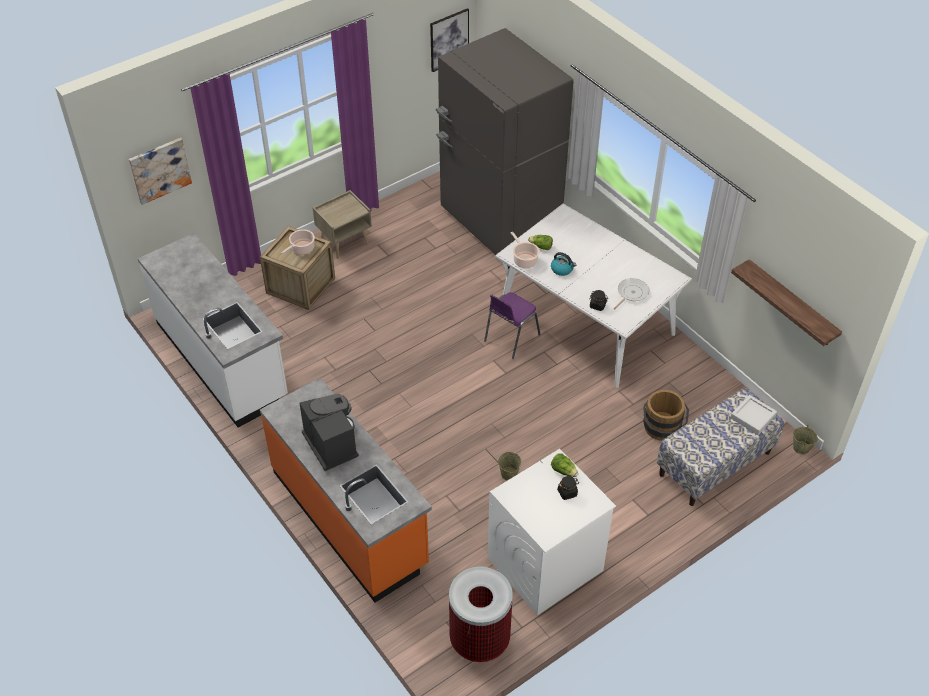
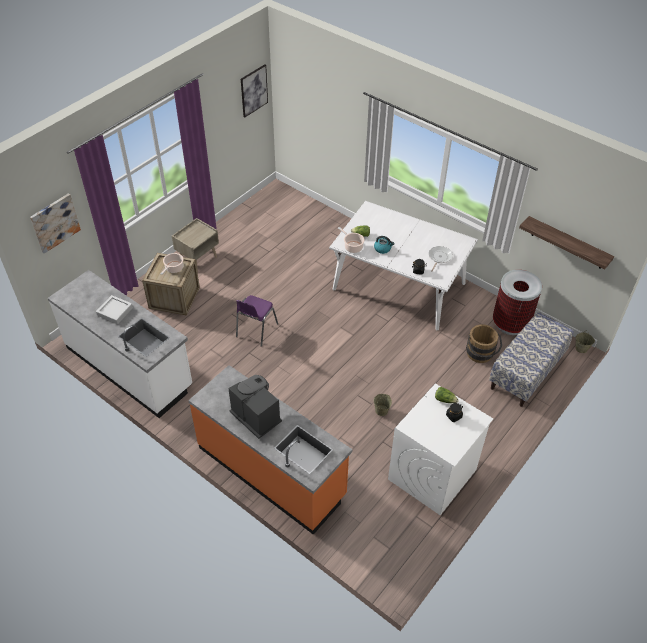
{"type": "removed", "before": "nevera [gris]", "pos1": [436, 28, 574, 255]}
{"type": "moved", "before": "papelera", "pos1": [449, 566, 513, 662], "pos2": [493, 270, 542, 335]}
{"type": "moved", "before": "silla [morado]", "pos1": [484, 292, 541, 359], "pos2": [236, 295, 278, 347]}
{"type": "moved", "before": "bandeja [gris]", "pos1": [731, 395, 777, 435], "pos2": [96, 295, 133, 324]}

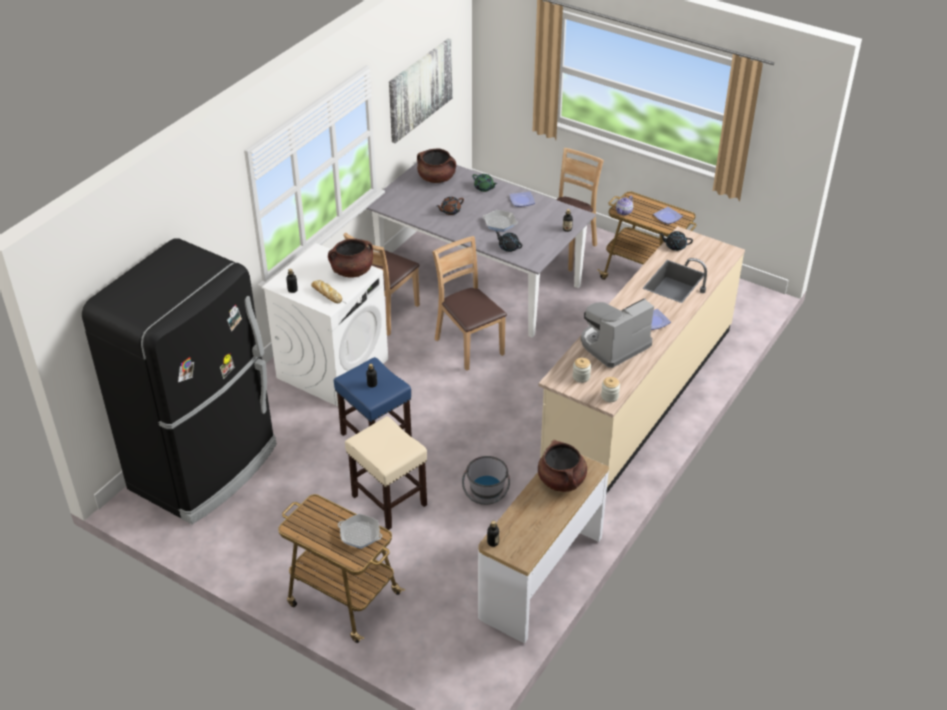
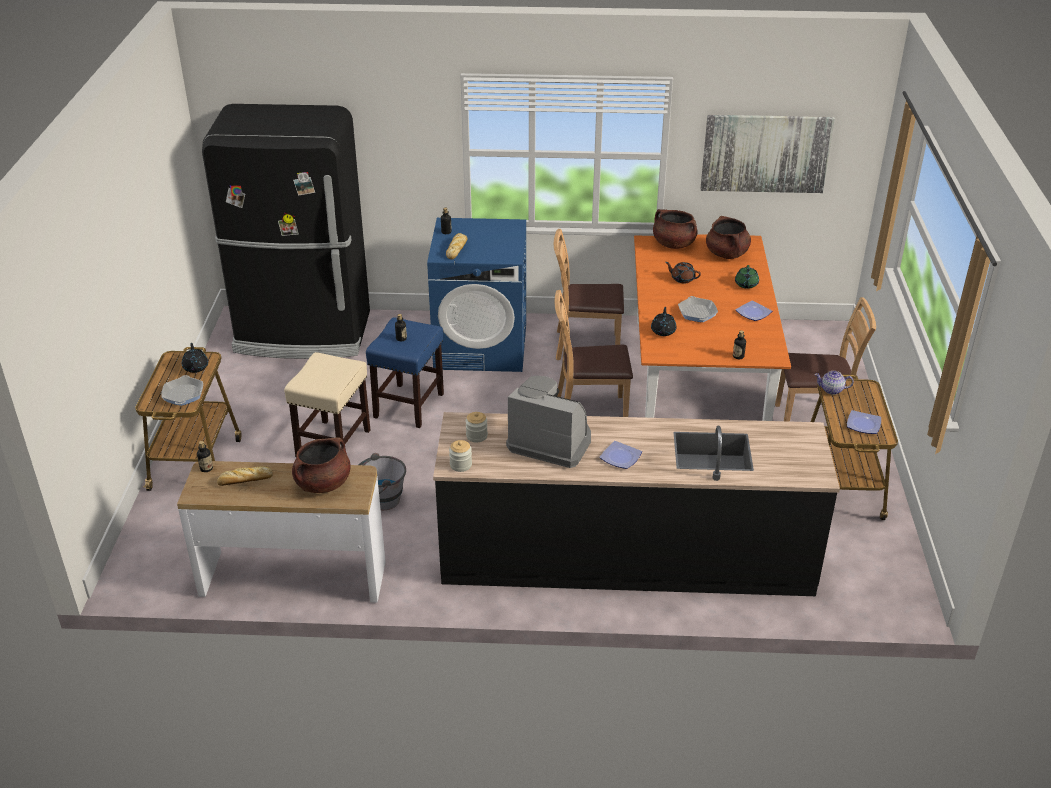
{"type": "recoloured", "before": "lavadora [blanco]", "after": "lavadora [azul]", "pos1": [262, 243, 388, 406], "pos2": [427, 218, 526, 372]}
{"type": "moved", "before": "olla [marrón]", "pos1": [328, 238, 373, 278], "pos2": [653, 209, 698, 249]}
{"type": "recoloured", "before": "mesa de comedor [gris]", "after": "mesa de comedor [naranja]", "pos1": [366, 163, 596, 338], "pos2": [634, 234, 791, 421]}
{"type": "turned", "before": "silla [marrón]", "pos1": [432, 236, 507, 371], "pos2": [555, 290, 633, 417], "turn": -120}
{"type": "recoloured", "before": "mueble bajo de cocina [beis]", "after": "mueble bajo de cocina [negro]", "pos1": [538, 226, 745, 494], "pos2": [433, 412, 840, 596]}
{"type": "moved", "before": "tetera [negro]", "pos1": [659, 231, 693, 251], "pos2": [182, 343, 208, 373]}
{"type": "added", "after": "pan", "pos2": [217, 466, 273, 486]}

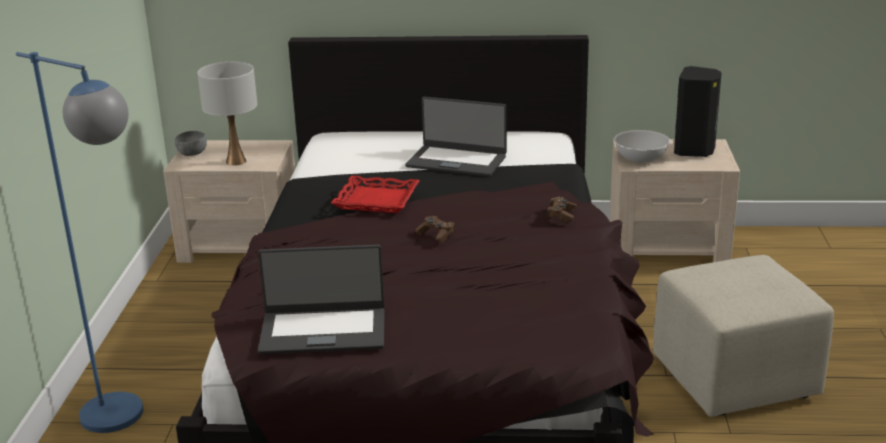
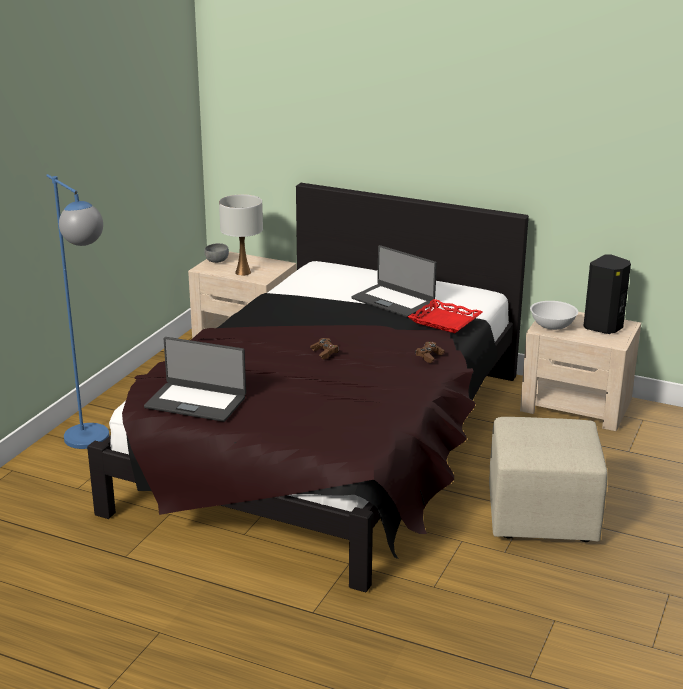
{"type": "moved", "before": "bandeja [rojo]", "pos1": [331, 175, 420, 213], "pos2": [408, 299, 483, 333]}

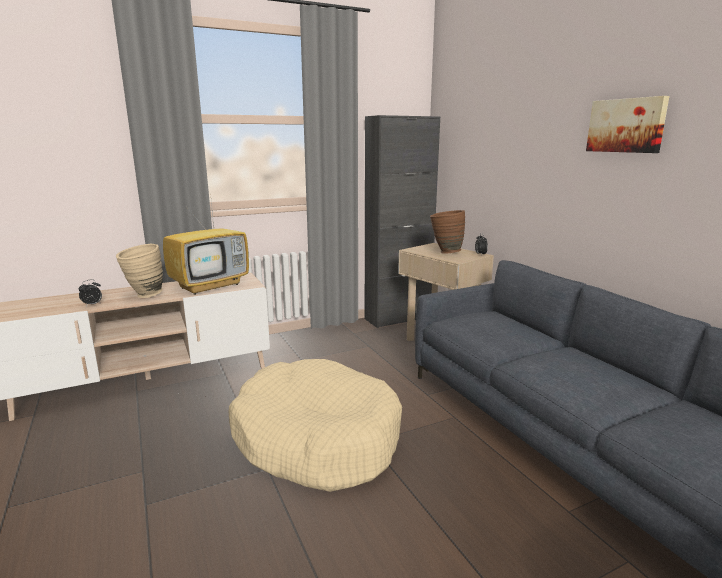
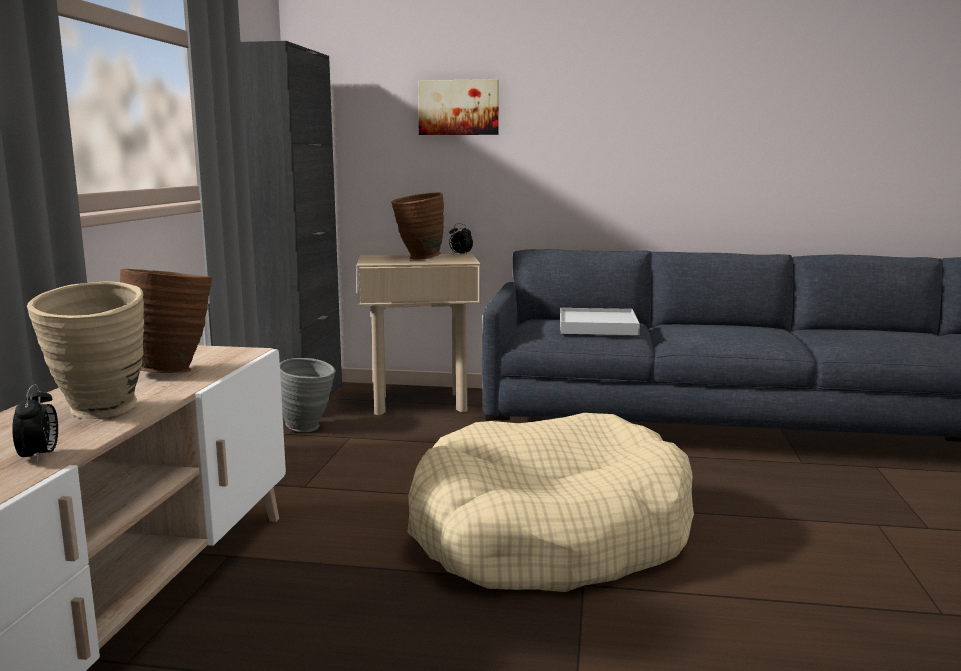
{"type": "replaced", "before": "televisor", "after": "florero [marrón]", "pos1": [163, 193, 249, 295], "pos2": [120, 269, 212, 373]}
{"type": "moved", "before": "cuadro", "pos1": [586, 96, 670, 153], "pos2": [418, 79, 499, 135]}
{"type": "added", "after": "florero [gris]", "pos2": [280, 358, 336, 432]}
{"type": "added", "after": "bandeja [blanco]", "pos2": [560, 308, 640, 335]}

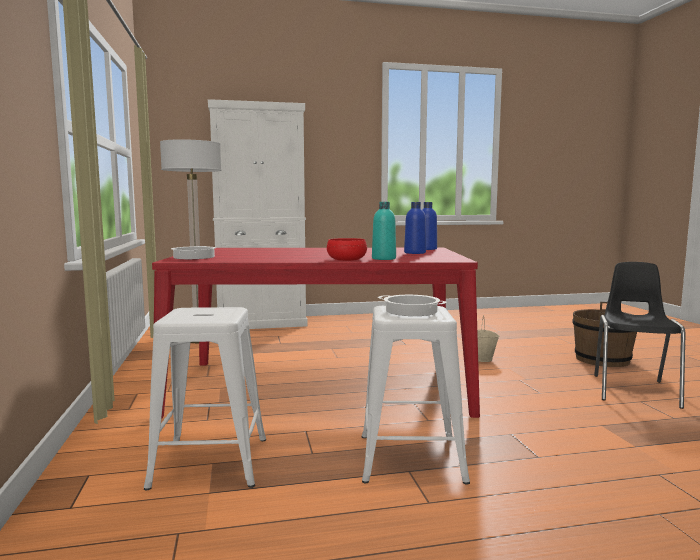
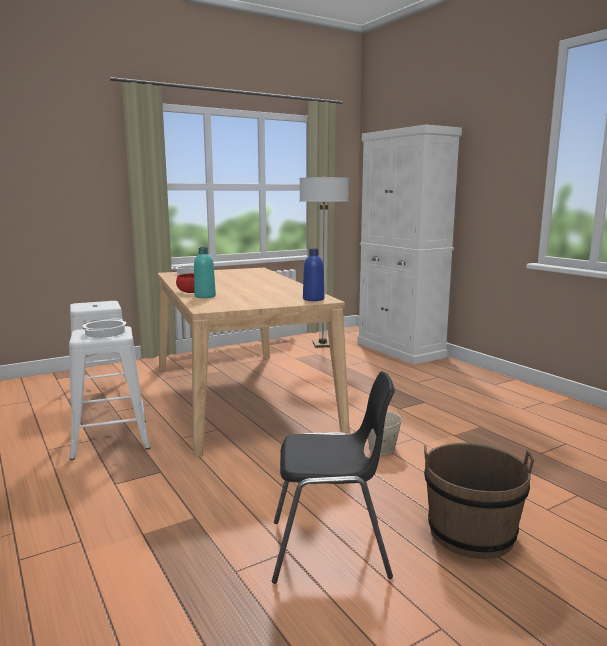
{"type": "recoloured", "before": "mesa de comedor [rojo]", "after": "mesa de comedor [beis]", "pos1": [152, 248, 480, 419], "pos2": [158, 268, 350, 457]}
{"type": "removed", "before": "botella [azul]", "pos1": [404, 202, 426, 254]}

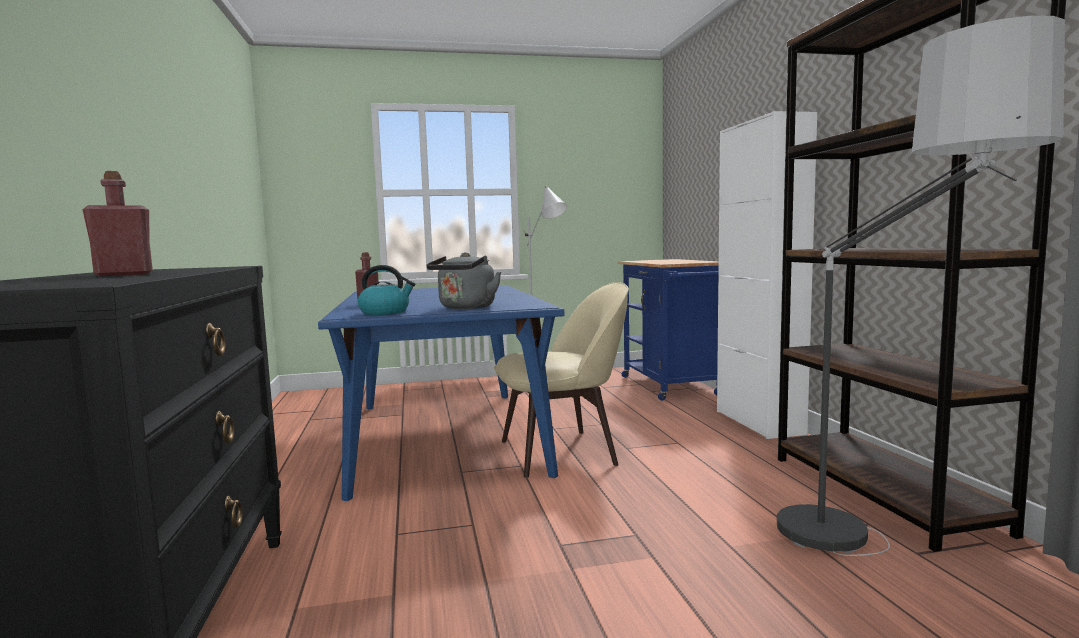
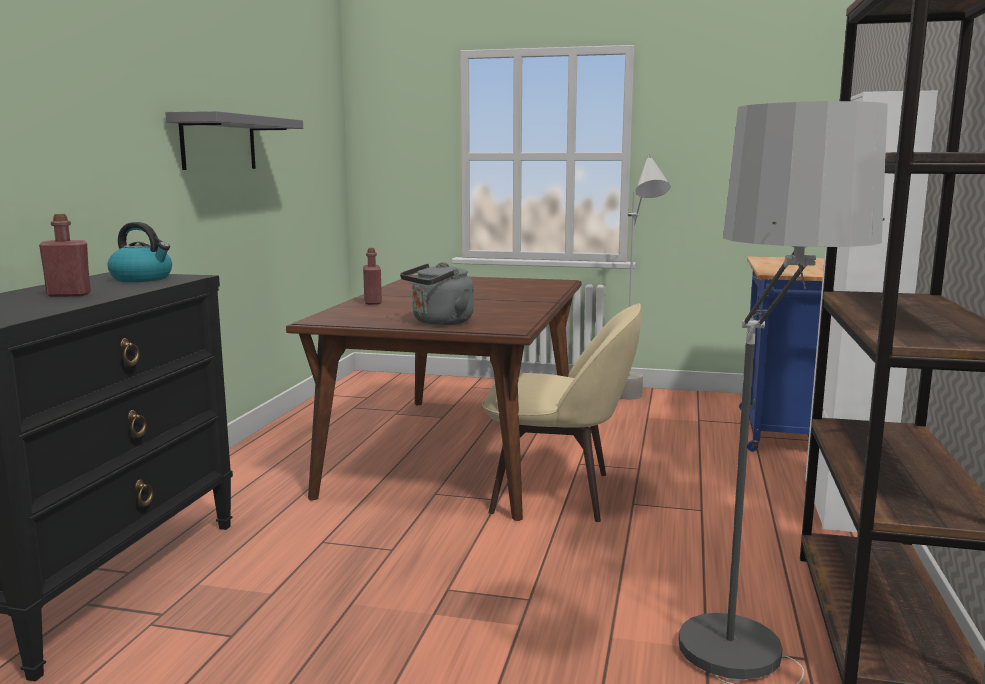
{"type": "recoloured", "before": "mesa de comedor [azul]", "after": "mesa de comedor [marrón]", "pos1": [318, 285, 564, 501], "pos2": [286, 275, 582, 521]}
{"type": "moved", "before": "hervidor", "pos1": [358, 265, 415, 315], "pos2": [108, 222, 172, 282]}
{"type": "added", "after": "estante [gris]", "pos2": [165, 111, 303, 170]}

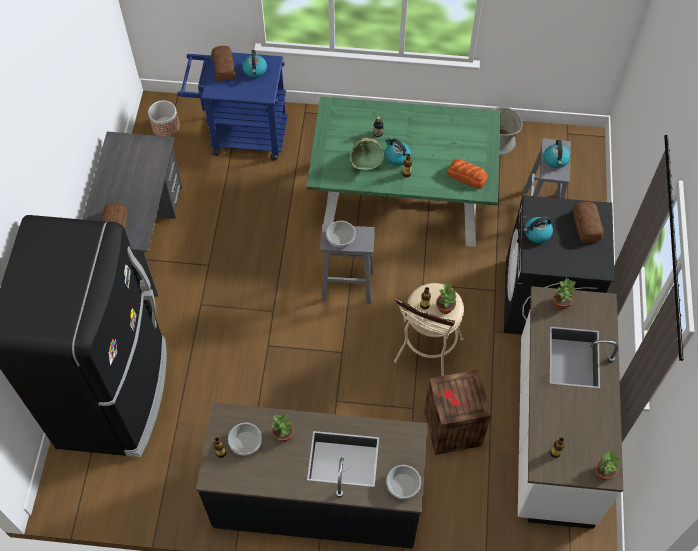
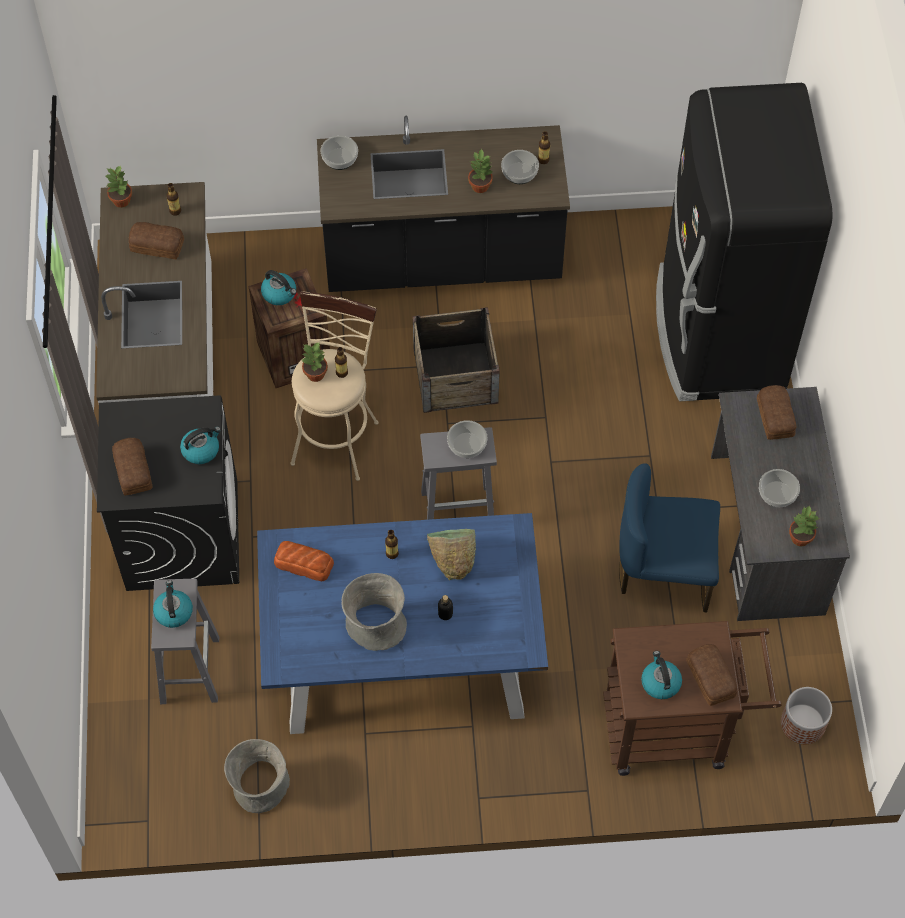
{"type": "recoloured", "before": "carrito [azul]", "after": "carrito [marrón]", "pos1": [177, 52, 288, 161], "pos2": [603, 621, 782, 776]}
{"type": "recoloured", "before": "mesa de comedor [verde]", "after": "mesa de comedor [azul]", "pos1": [307, 96, 501, 247], "pos2": [257, 513, 548, 734]}
{"type": "moved", "before": "hervidor", "pos1": [385, 138, 411, 166], "pos2": [261, 270, 297, 305]}
{"type": "moved", "before": "planta en maceta", "pos1": [553, 278, 575, 309], "pos2": [789, 505, 819, 546]}
{"type": "added", "after": "pan", "pos2": [129, 222, 184, 259]}
{"type": "added", "after": "florero [gris]", "pos2": [342, 573, 407, 651]}
{"type": "added", "after": "caja de embalaje", "pos2": [413, 307, 500, 413]}
{"type": "added", "after": "silla [azul]", "pos2": [619, 463, 720, 612]}
{"type": "added", "after": "cuenco", "pos2": [759, 469, 800, 507]}

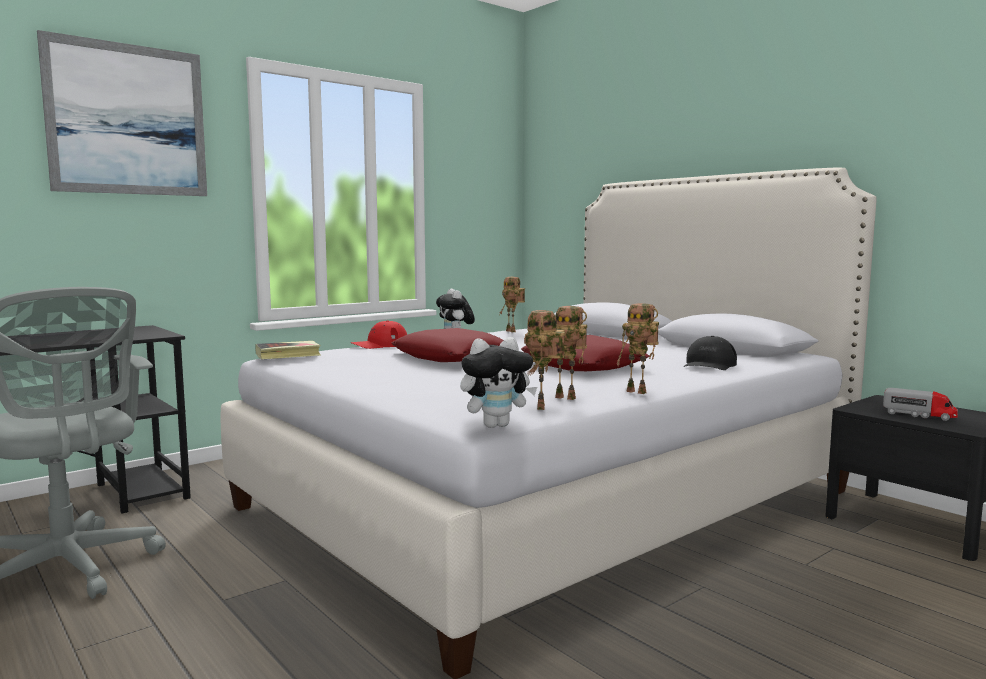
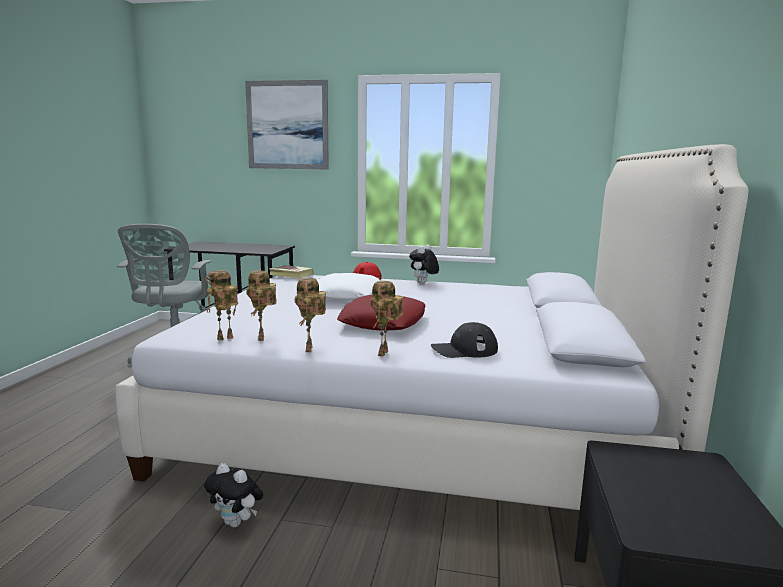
{"type": "recoloured", "before": "cojín [rojo]", "after": "cojín [blanco]", "pos1": [392, 328, 503, 362], "pos2": [317, 273, 380, 301]}
{"type": "moved", "before": "peluche", "pos1": [460, 337, 537, 428], "pos2": [204, 463, 263, 528]}
{"type": "moved", "before": "robot de juguete", "pos1": [499, 277, 525, 332], "pos2": [371, 281, 403, 356]}
{"type": "removed", "before": "camión de juguete", "pos1": [883, 388, 958, 421]}

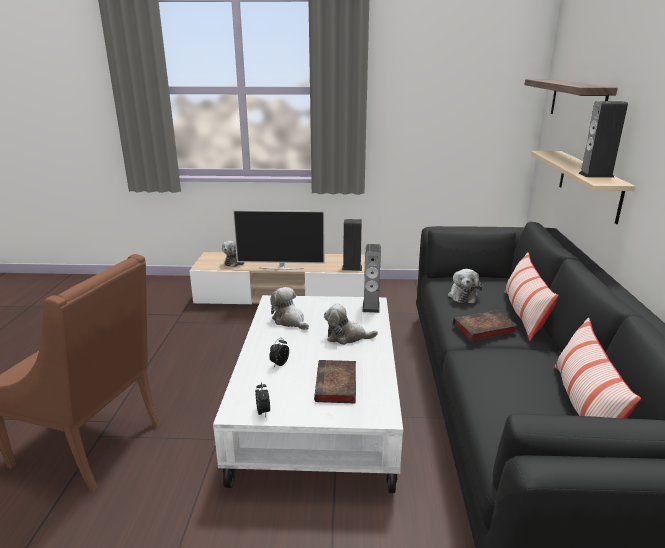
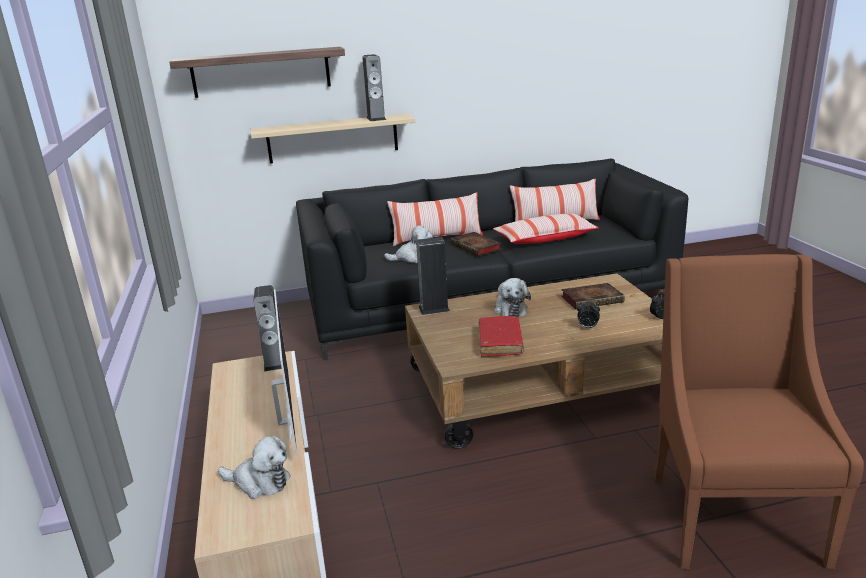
{"type": "recoloured", "before": "mesa de centro [blanco]", "after": "mesa de centro [marrón]", "pos1": [213, 295, 403, 493], "pos2": [405, 273, 663, 449]}
{"type": "replaced", "before": "peluche", "after": "libro [rojo]", "pos1": [270, 287, 309, 330], "pos2": [478, 316, 524, 357]}
{"type": "added", "after": "cojín", "pos2": [493, 214, 599, 244]}

